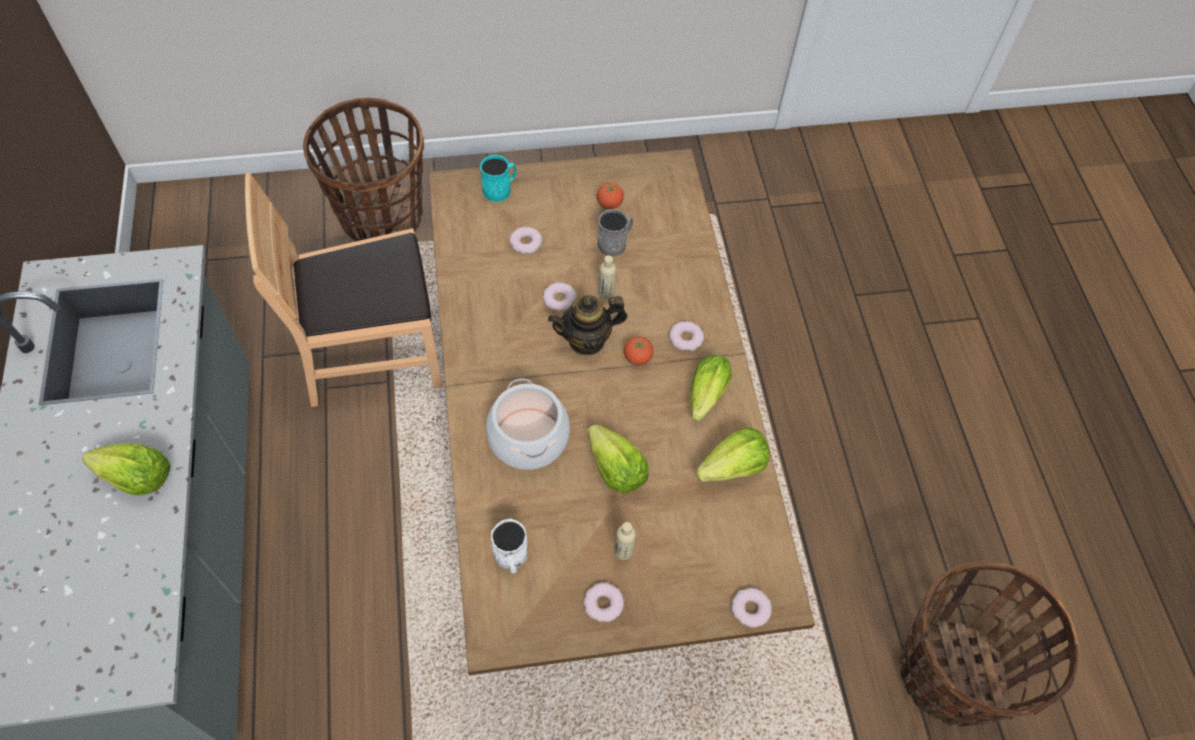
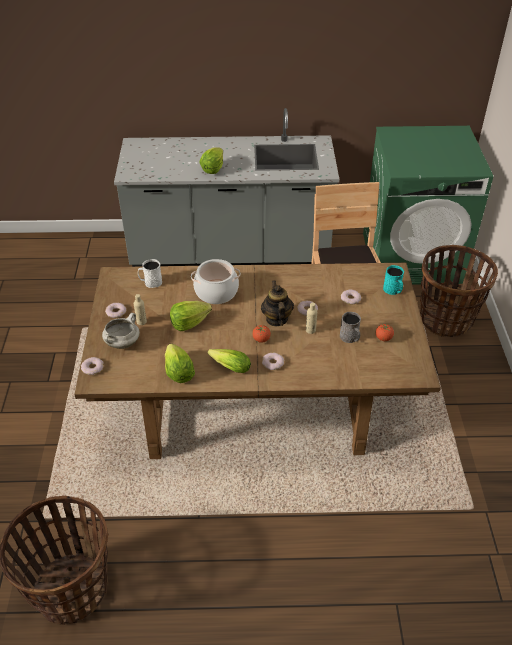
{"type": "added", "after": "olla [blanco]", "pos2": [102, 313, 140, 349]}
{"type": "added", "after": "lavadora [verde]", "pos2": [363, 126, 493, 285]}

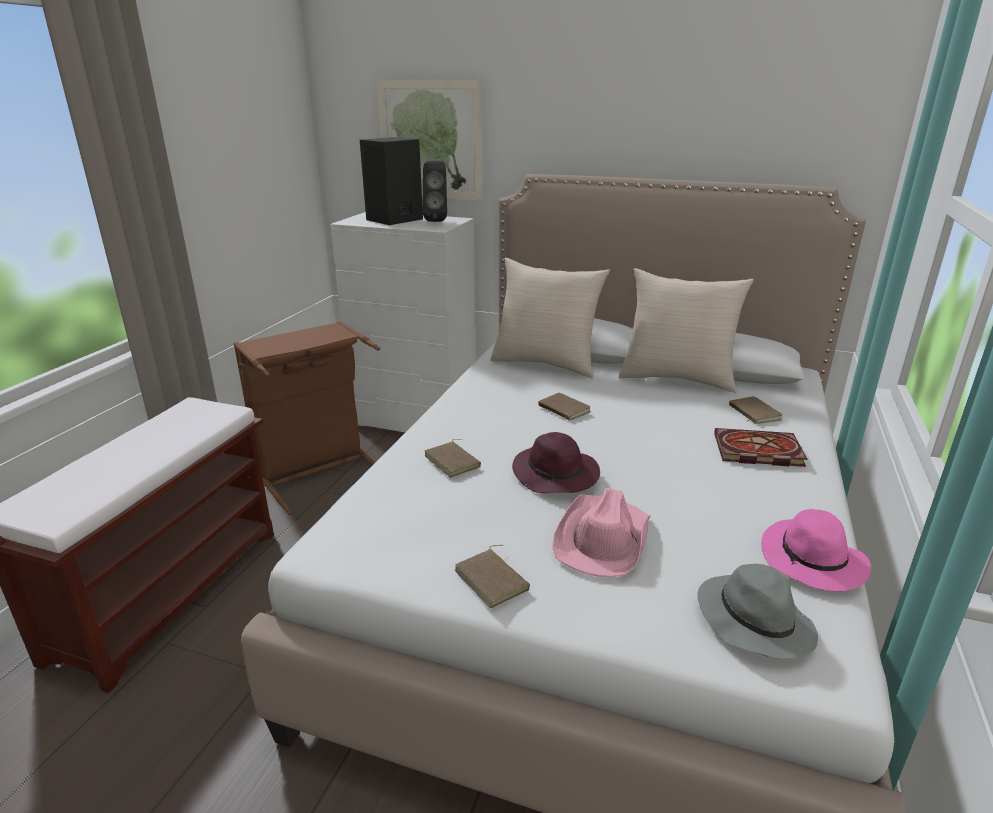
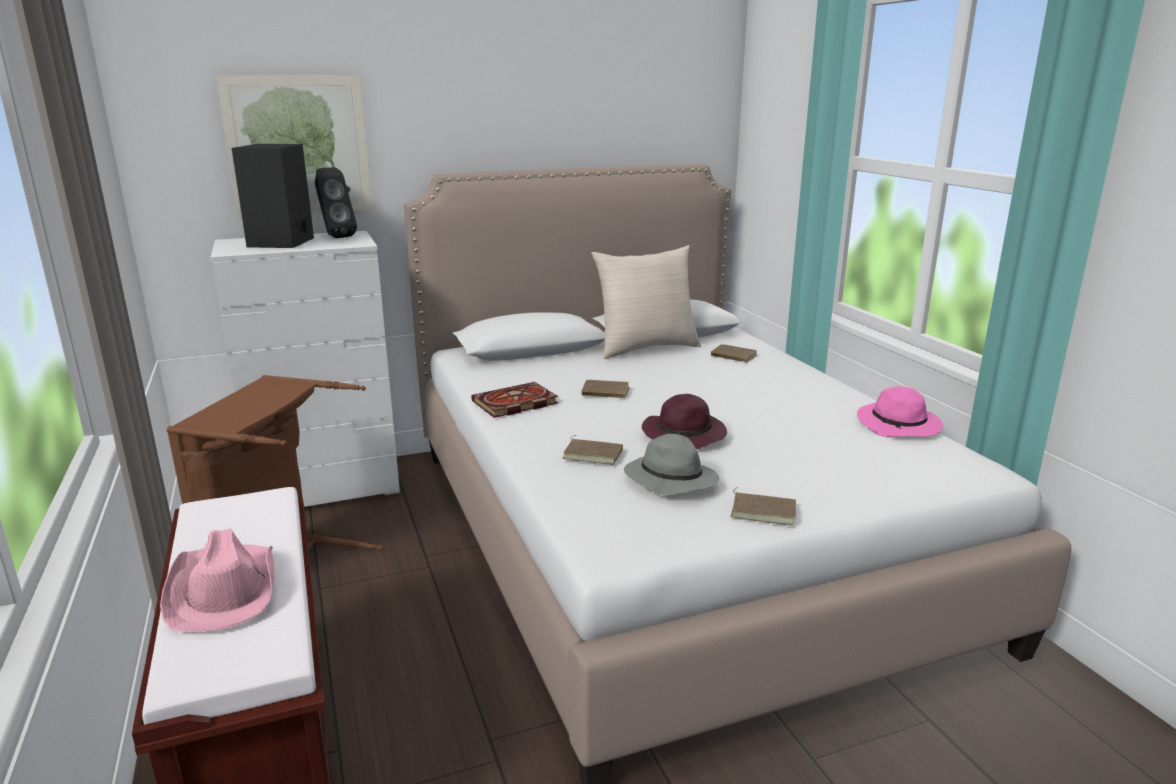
{"type": "removed", "before": "cojín [beis]", "pos1": [490, 258, 610, 379]}
{"type": "moved", "before": "sombrero [rosa]", "pos1": [552, 488, 651, 577], "pos2": [160, 529, 274, 632]}
{"type": "moved", "before": "sombrero [gris]", "pos1": [697, 564, 818, 659], "pos2": [624, 434, 719, 496]}
{"type": "moved", "before": "libro", "pos1": [714, 428, 808, 467], "pos2": [471, 382, 558, 418]}

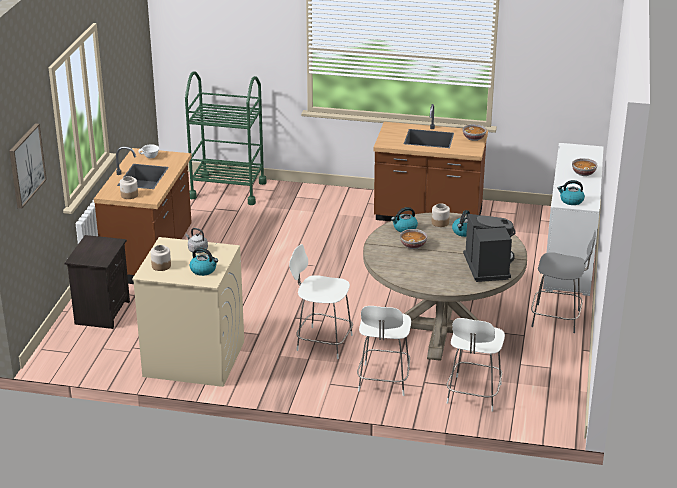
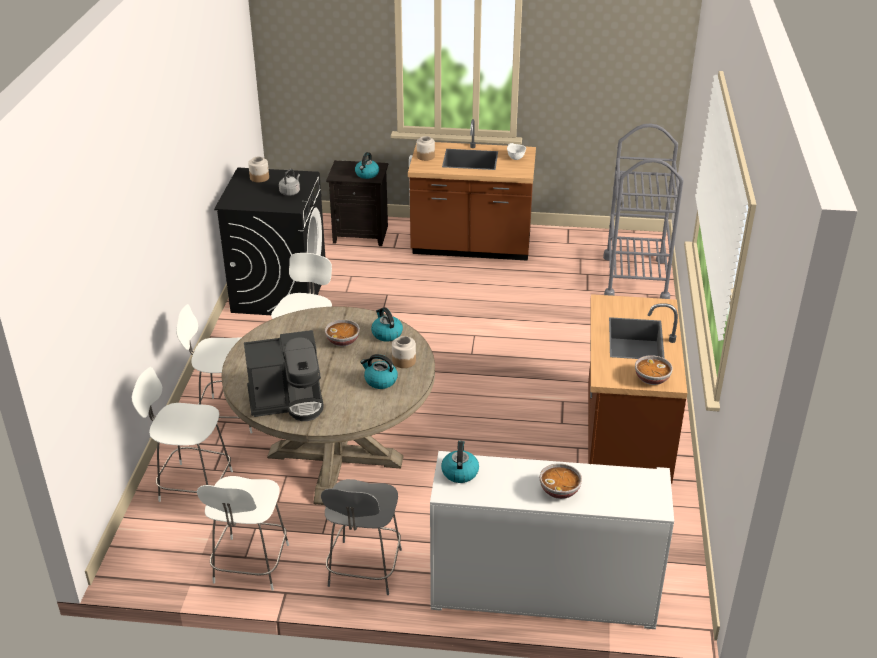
{"type": "removed", "before": "cuadro", "pos1": [9, 123, 47, 209]}
{"type": "recoloured", "before": "lavadora [beis]", "after": "lavadora [negro]", "pos1": [132, 237, 244, 387], "pos2": [214, 167, 325, 315]}
{"type": "recoloured", "before": "carrito [verde]", "after": "carrito [gris]", "pos1": [185, 71, 267, 205], "pos2": [603, 123, 684, 299]}
{"type": "moved", "before": "hervidor", "pos1": [190, 248, 218, 276], "pos2": [355, 152, 379, 179]}
{"type": "added", "after": "silla [blanco]", "pos2": [197, 476, 289, 590]}

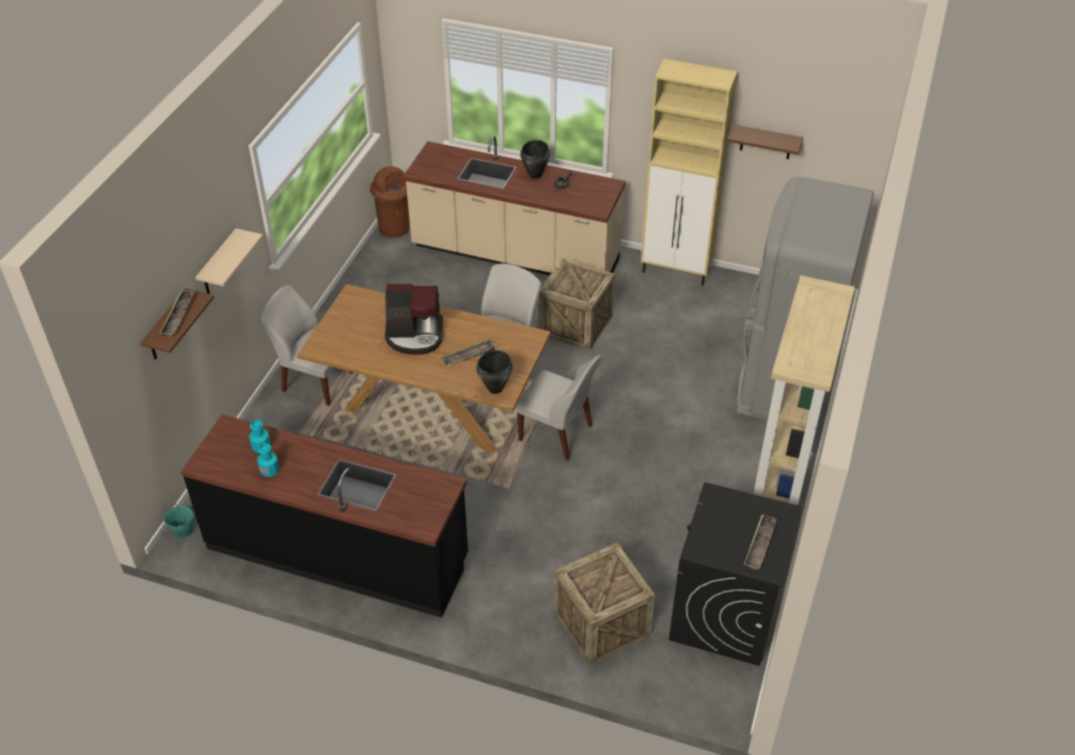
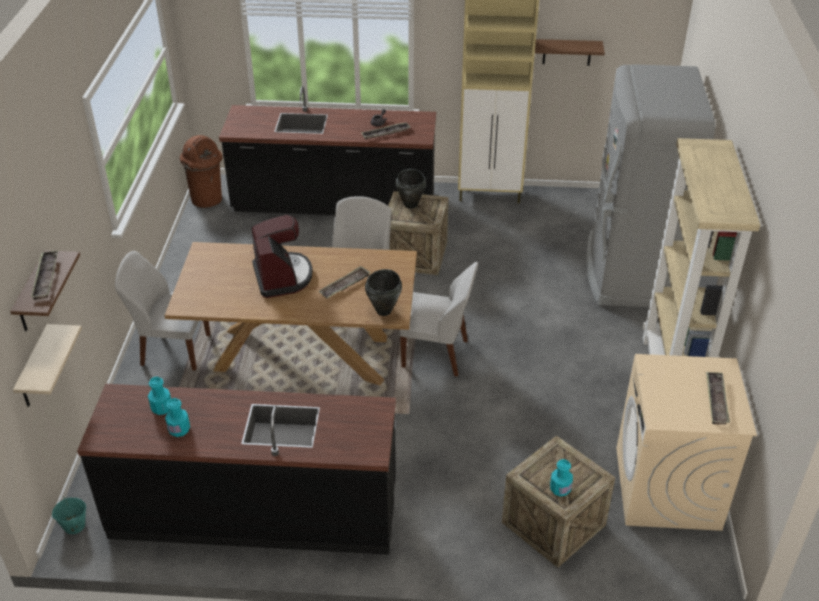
{"type": "moved", "before": "estante [beis]", "pos1": [195, 228, 263, 294], "pos2": [13, 324, 82, 407]}
{"type": "turned", "before": "cafetera", "pos1": [385, 284, 443, 355], "pos2": [251, 214, 313, 298], "turn": -90}
{"type": "recoloured", "before": "mueble bajo de cocina [beis]", "after": "mueble bajo de cocina [negro]", "pos1": [403, 136, 626, 275], "pos2": [219, 86, 436, 215]}
{"type": "moved", "before": "olla [negro]", "pos1": [520, 140, 550, 179], "pos2": [395, 169, 426, 209]}
{"type": "recoloured", "before": "lavadora [negro]", "after": "lavadora [beis]", "pos1": [669, 482, 802, 666], "pos2": [616, 354, 757, 531]}
{"type": "added", "after": "bandeja", "pos2": [361, 123, 410, 140]}
{"type": "added", "after": "botella [turquesa]", "pos2": [550, 459, 573, 497]}

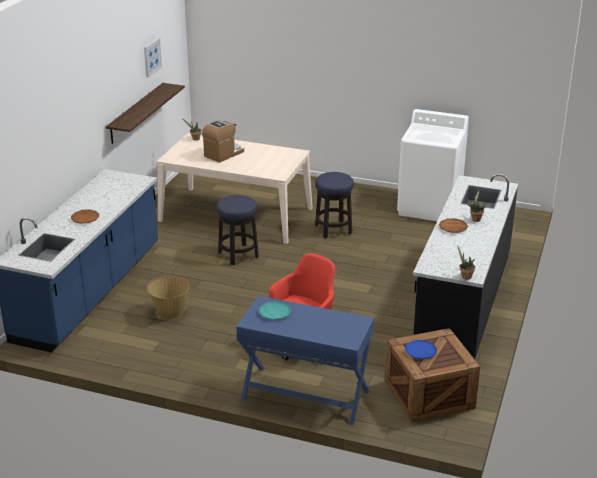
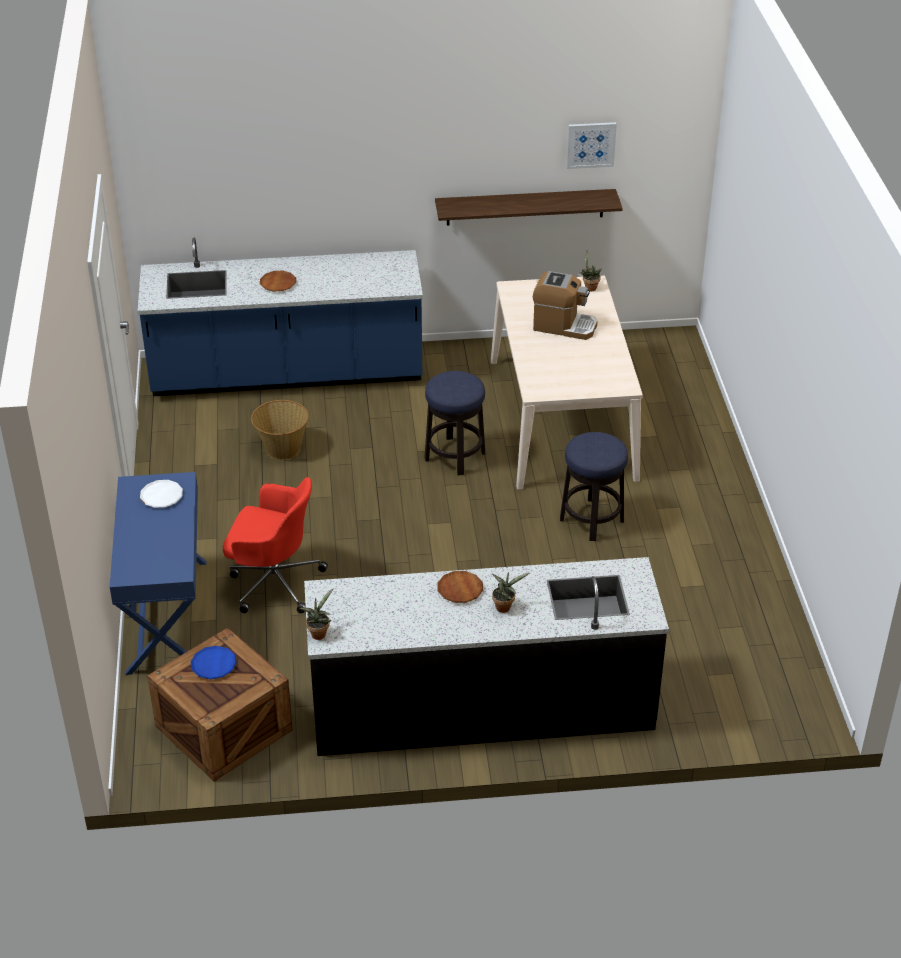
{"type": "recoloured", "before": "plato [turquesa]", "after": "plato [blanco]", "pos1": [259, 301, 291, 320], "pos2": [140, 480, 183, 508]}
{"type": "removed", "before": "lavadora [blanco]", "pos1": [397, 109, 469, 221]}

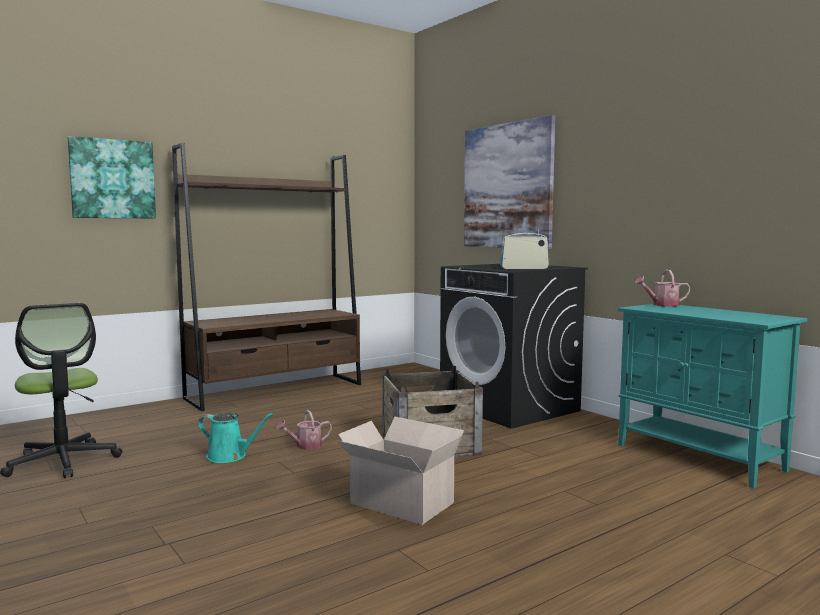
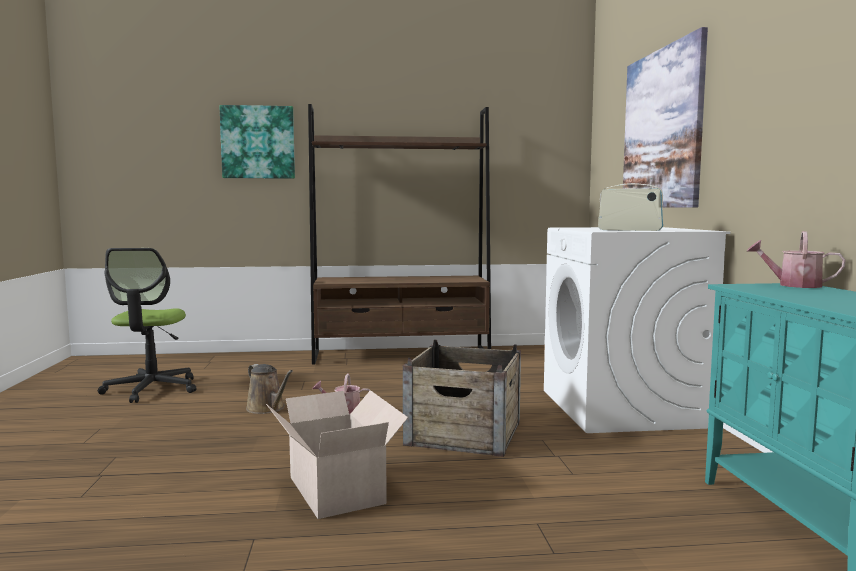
{"type": "recoloured", "before": "regadera [turquesa]", "after": "regadera [marrón]", "pos1": [198, 413, 274, 463], "pos2": [246, 364, 293, 414]}
{"type": "recoloured", "before": "lavadora [negro]", "after": "lavadora [blanco]", "pos1": [440, 264, 588, 429], "pos2": [544, 227, 731, 433]}

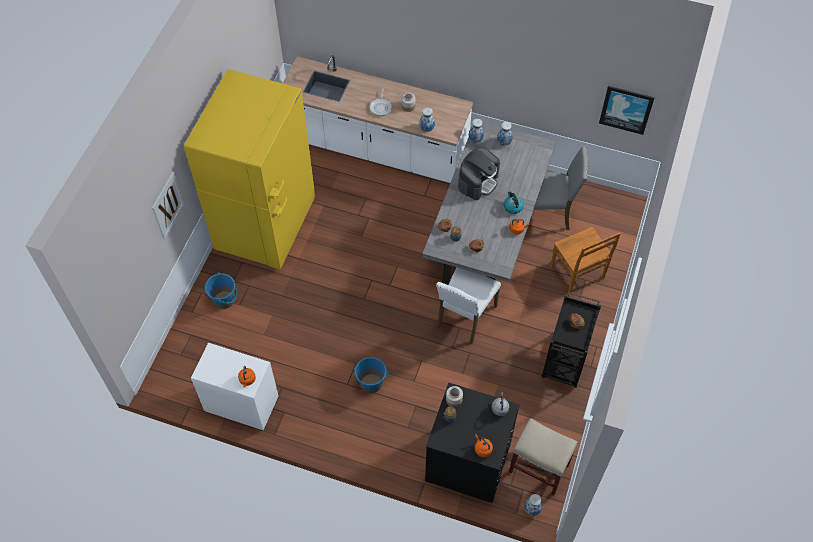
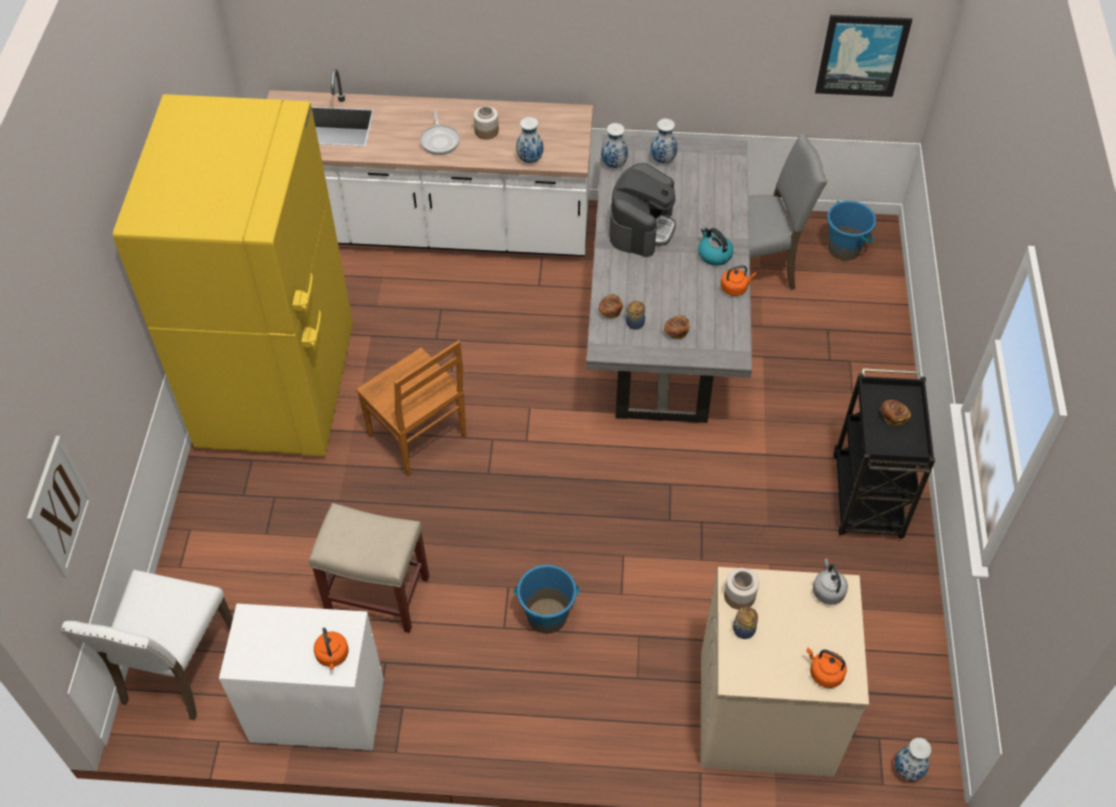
{"type": "moved", "before": "cuadro", "pos1": [152, 172, 184, 239], "pos2": [27, 436, 93, 578]}
{"type": "moved", "before": "cubo [azul]", "pos1": [205, 272, 237, 309], "pos2": [827, 201, 876, 260]}
{"type": "recoloured", "before": "lavadora [negro]", "after": "lavadora [beis]", "pos1": [425, 383, 520, 503], "pos2": [701, 567, 869, 777]}
{"type": "moved", "before": "silla [blanco]", "pos1": [436, 267, 501, 344], "pos2": [62, 570, 233, 721]}
{"type": "moved", "before": "taburete [beis]", "pos1": [509, 418, 578, 495], "pos2": [309, 503, 429, 633]}
{"type": "moved", "before": "silla [marrón]", "pos1": [551, 227, 621, 293], "pos2": [356, 340, 466, 477]}

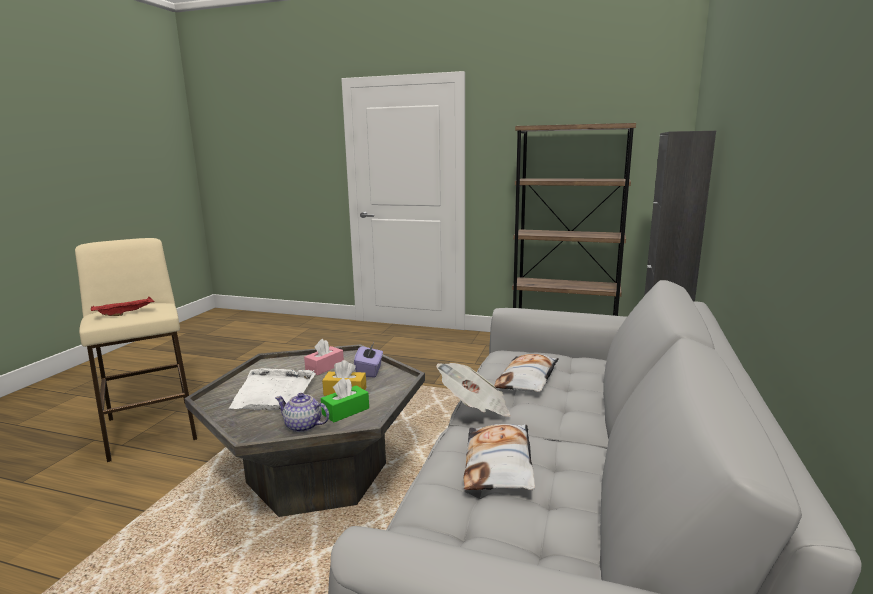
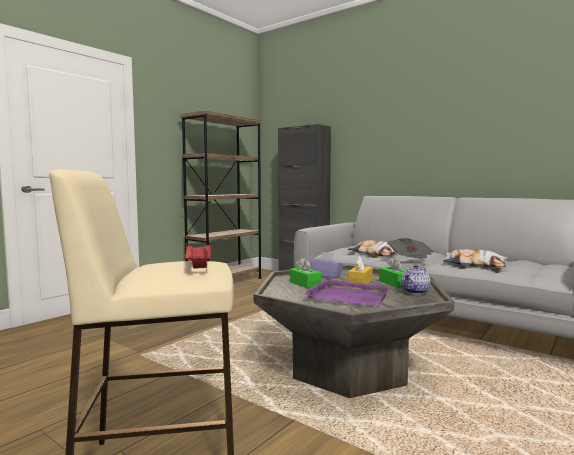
{"type": "recoloured", "before": "bandeja [blanco]", "after": "bandeja [morado]", "pos1": [229, 368, 316, 410], "pos2": [305, 279, 389, 306]}
{"type": "recoloured", "before": "caja de pañuelos [rosa]", "after": "caja de pañuelos [verde]", "pos1": [304, 339, 344, 375], "pos2": [290, 257, 321, 289]}

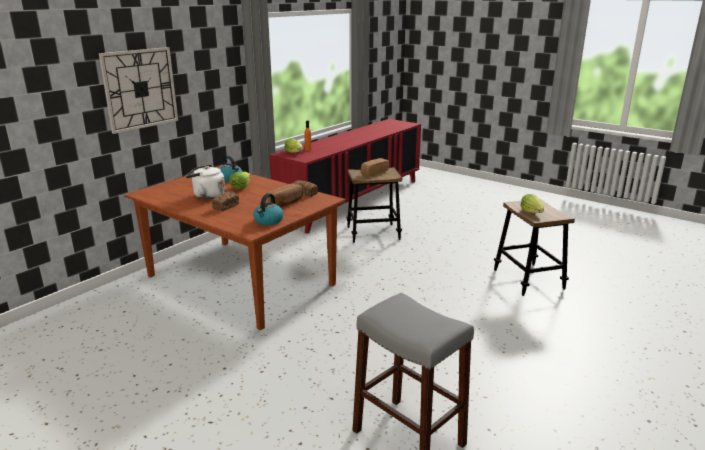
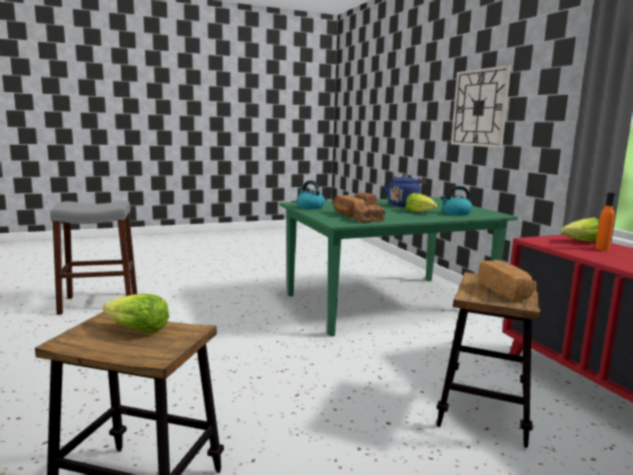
{"type": "recoloured", "before": "mesa de comedor [marrón]", "after": "mesa de comedor [verde]", "pos1": [124, 166, 345, 330], "pos2": [280, 197, 518, 337]}
{"type": "recoloured", "before": "hervidor [blanco]", "after": "hervidor [azul]", "pos1": [186, 164, 225, 199], "pos2": [384, 175, 426, 207]}

